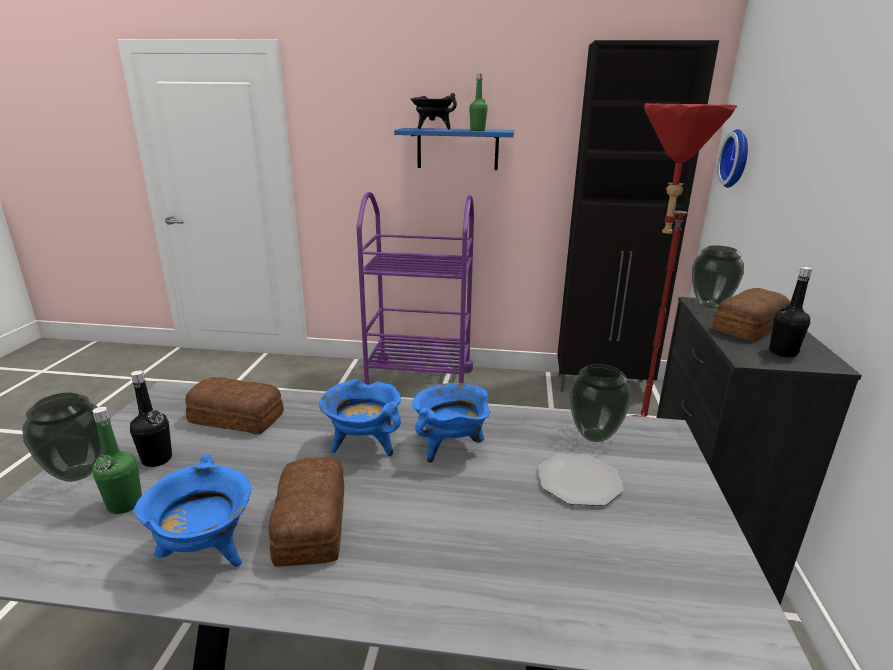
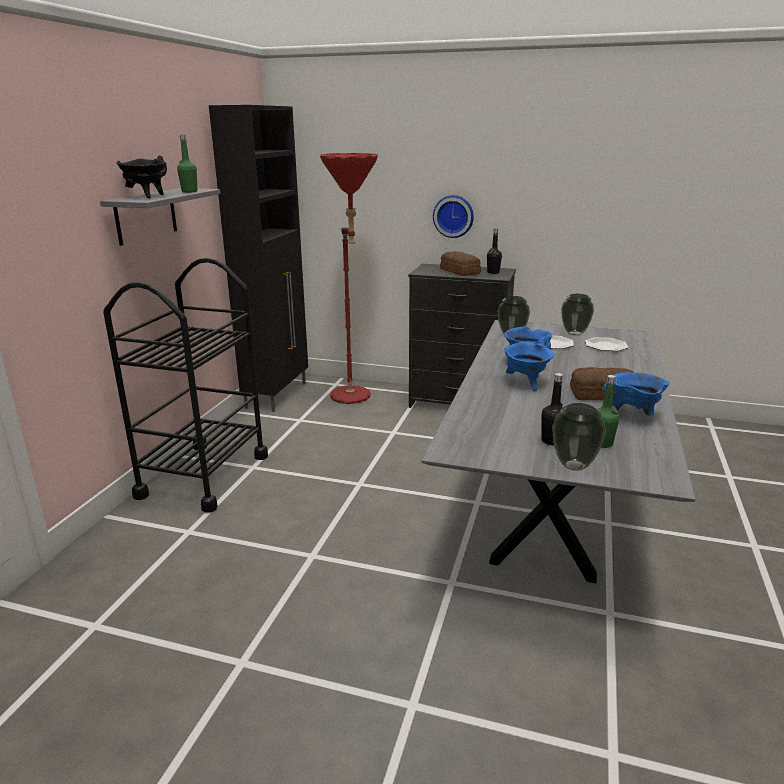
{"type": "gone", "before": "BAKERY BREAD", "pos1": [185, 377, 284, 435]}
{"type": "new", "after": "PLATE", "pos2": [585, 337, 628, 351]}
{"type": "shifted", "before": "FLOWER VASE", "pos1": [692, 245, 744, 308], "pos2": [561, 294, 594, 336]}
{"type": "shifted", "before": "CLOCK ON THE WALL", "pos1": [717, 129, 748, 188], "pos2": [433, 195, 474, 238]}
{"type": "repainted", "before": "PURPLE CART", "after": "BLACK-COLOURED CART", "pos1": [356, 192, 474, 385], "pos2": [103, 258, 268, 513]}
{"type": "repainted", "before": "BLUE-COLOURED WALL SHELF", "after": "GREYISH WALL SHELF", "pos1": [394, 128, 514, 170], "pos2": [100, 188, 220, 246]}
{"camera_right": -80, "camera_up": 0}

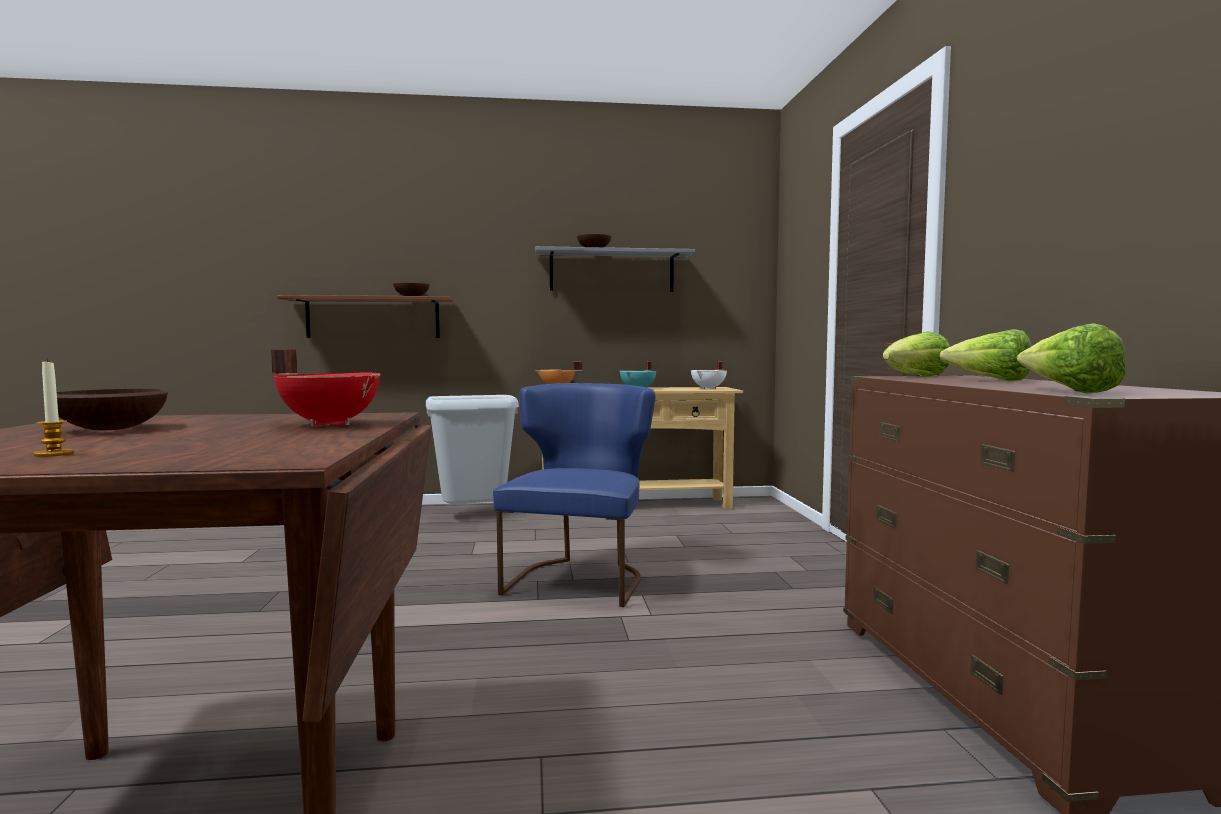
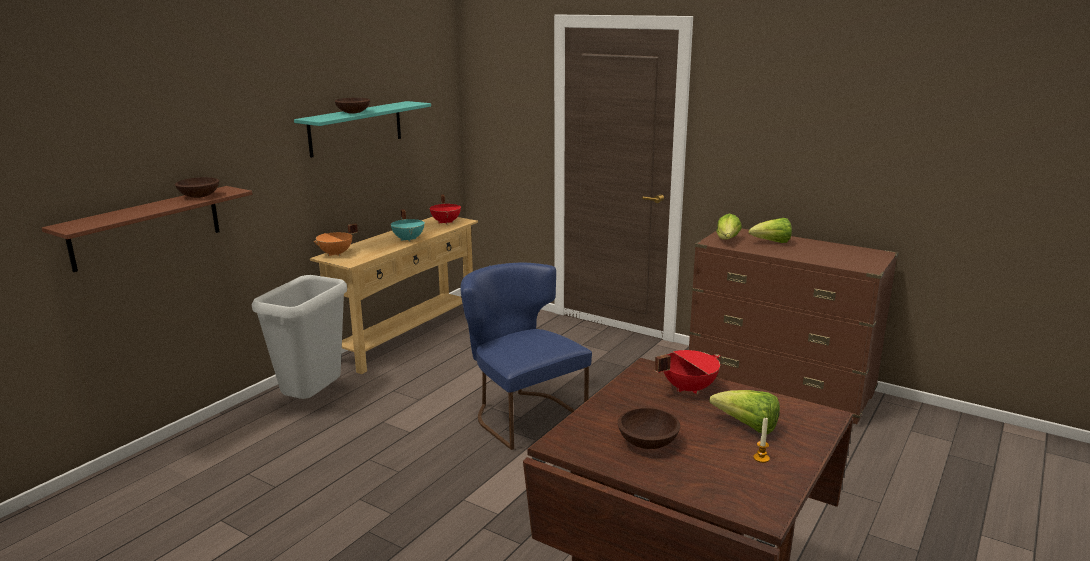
{"type": "shifted", "before": "LETTUCE HEAD", "pos1": [1017, 323, 1126, 393], "pos2": [709, 390, 780, 434]}
{"type": "repainted", "before": "GREYISH WALL SHELF", "after": "TURQUOISE WALL SHELF", "pos1": [535, 246, 695, 292], "pos2": [294, 101, 431, 158]}
{"type": "repainted", "before": "WHITE-COLOURED COOKING POT", "after": "REDDISH COOKING POT", "pos1": [691, 361, 727, 389], "pos2": [429, 195, 461, 225]}
{"camera_right": -50, "camera_up": 15}

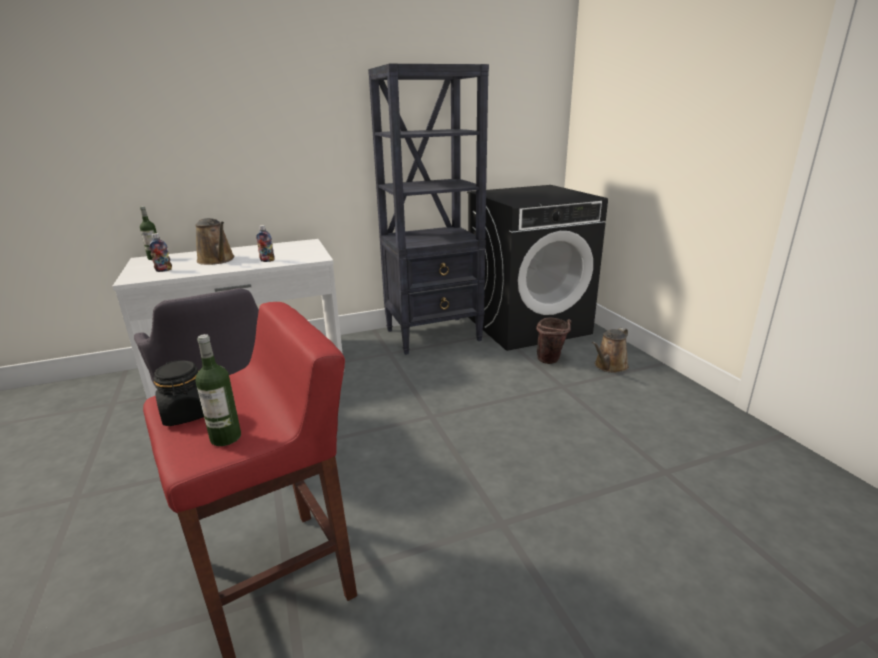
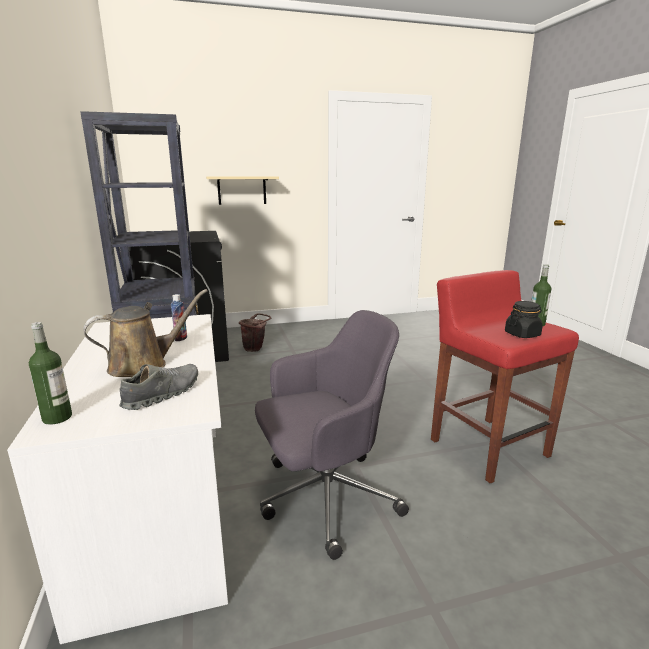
{"type": "gone", "before": "BROWNISH SPRINKLING CAN", "pos1": [592, 328, 629, 373]}
{"type": "new", "after": "BEIGE WALL SHELF", "pos2": [206, 176, 279, 205]}
{"type": "swapped", "before": "DRINK BOTTLE", "after": "GREYISH SHOE", "pos1": [149, 233, 172, 272], "pos2": [119, 364, 198, 410]}
{"camera_right": -85, "camera_up": -5}

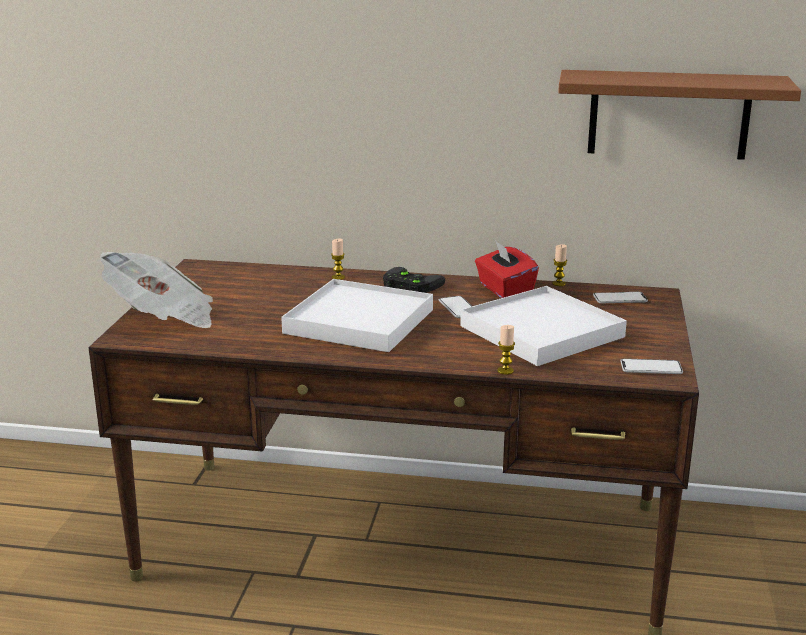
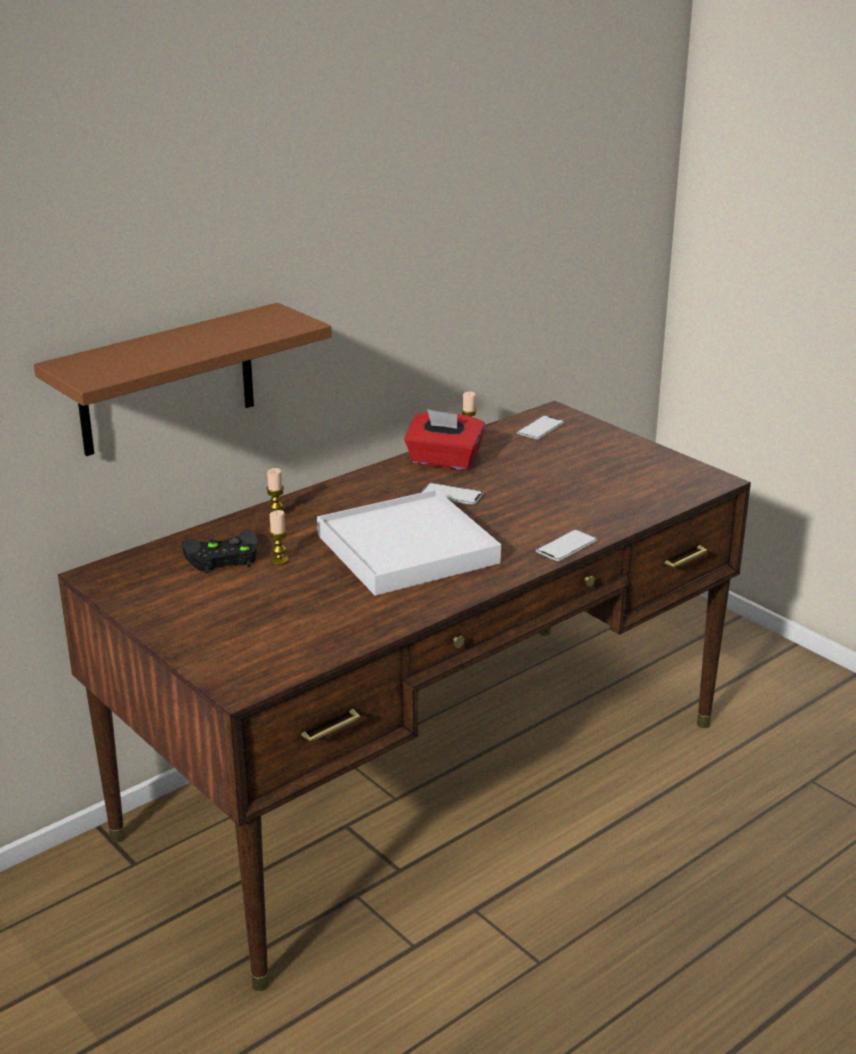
{"type": "gone", "before": "PRINTED PAPER", "pos1": [100, 252, 213, 328]}
{"type": "gone", "before": "WHITE-COLOURED TRAY", "pos1": [460, 286, 627, 366]}
{"type": "shifted", "before": "BLACK-COLOURED GAME CONTROLLER", "pos1": [383, 267, 445, 293], "pos2": [182, 530, 258, 573]}
{"type": "shifted", "before": "CANDLE", "pos1": [497, 325, 515, 375], "pos2": [269, 510, 288, 565]}
{"type": "shifted", "before": "BROWNISH WALL SHELF", "pos1": [558, 70, 801, 160], "pos2": [34, 303, 332, 456]}
{"type": "shifted", "before": "TELEPHONE", "pos1": [620, 358, 683, 374], "pos2": [536, 529, 598, 561]}
{"camera_right": -50, "camera_up": 5}

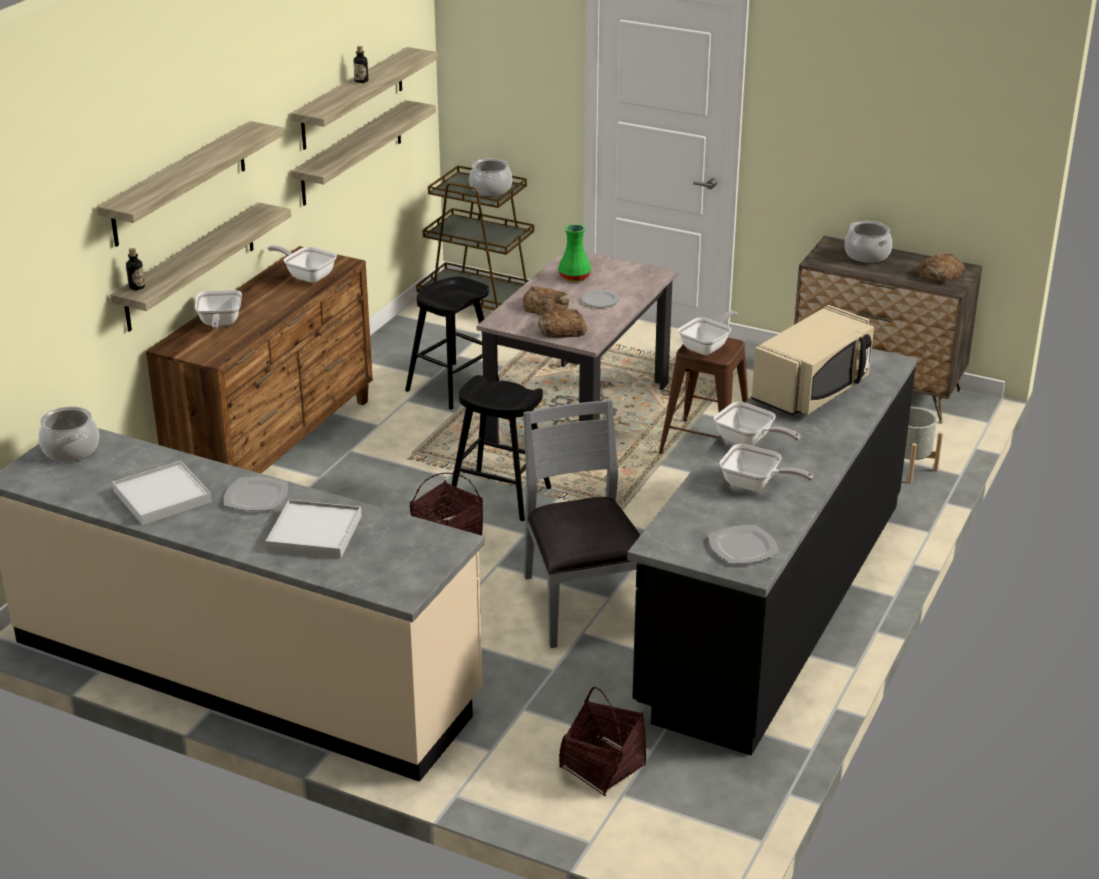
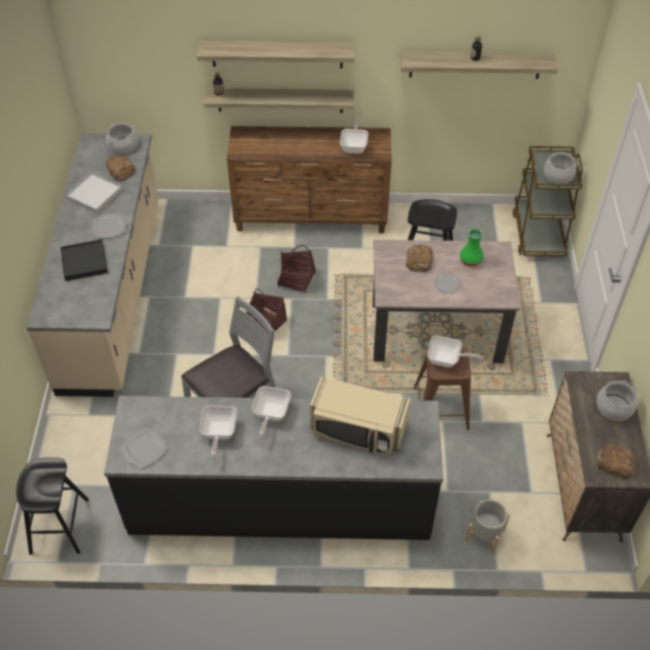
{"type": "gone", "before": "FRYING PAN", "pos1": [195, 290, 242, 329]}
{"type": "gone", "before": "WALL SHELF", "pos1": [291, 100, 436, 206]}
{"type": "shifted", "before": "BLACK-COLOURED SITTING STOOL", "pos1": [451, 375, 551, 521], "pos2": [16, 458, 89, 555]}
{"type": "shifted", "before": "BAKERY BREAD", "pos1": [538, 309, 587, 338], "pos2": [106, 154, 135, 181]}
{"type": "shifted", "before": "BASKET", "pos1": [559, 687, 647, 796], "pos2": [277, 245, 316, 293]}
{"type": "repainted", "before": "WHITE-COLOURED TRAY", "after": "BLACK-COLOURED TRAY", "pos1": [265, 500, 362, 559], "pos2": [60, 239, 108, 281]}
{"camera_right": 65, "camera_up": 20}

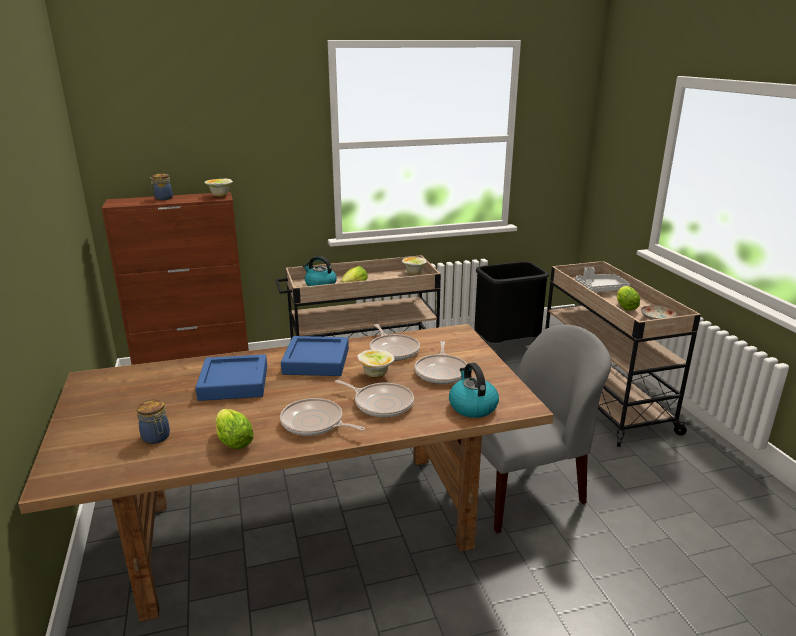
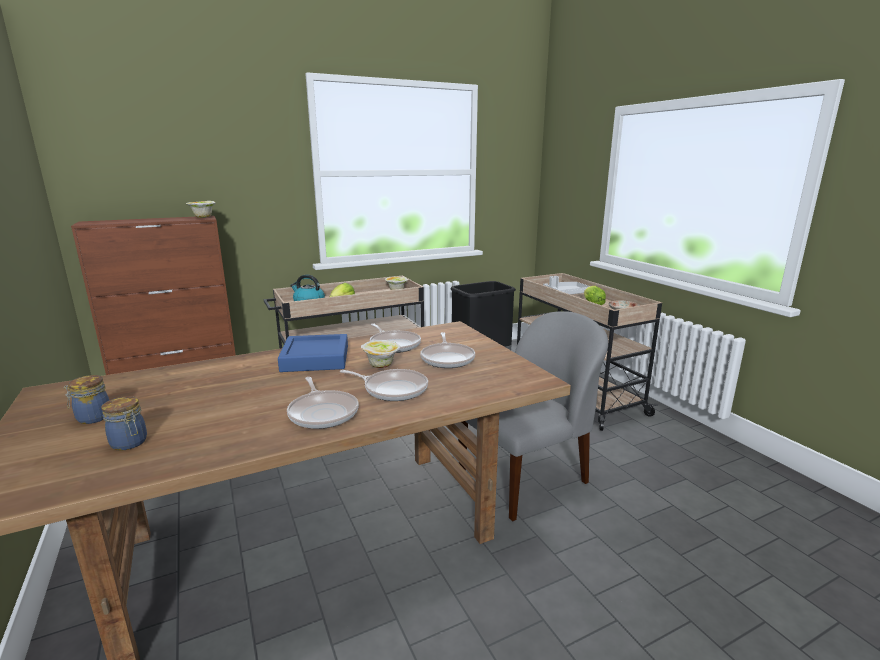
{"type": "gone", "before": "BLUE-COLOURED TRAY", "pos1": [196, 354, 267, 401]}
{"type": "gone", "before": "LETTUCE HEAD", "pos1": [215, 409, 254, 449]}
{"type": "gone", "before": "TEA KETTLE", "pos1": [449, 363, 499, 418]}
{"type": "shifted", "before": "STORAGE JAR", "pos1": [150, 174, 173, 200], "pos2": [64, 375, 109, 424]}
{"type": "rotated", "before": "FRYING PAN", "pos1": [280, 398, 365, 436], "pos2": [287, 377, 359, 429], "turn": -135}
{"camera_right": -10, "camera_up": -5}

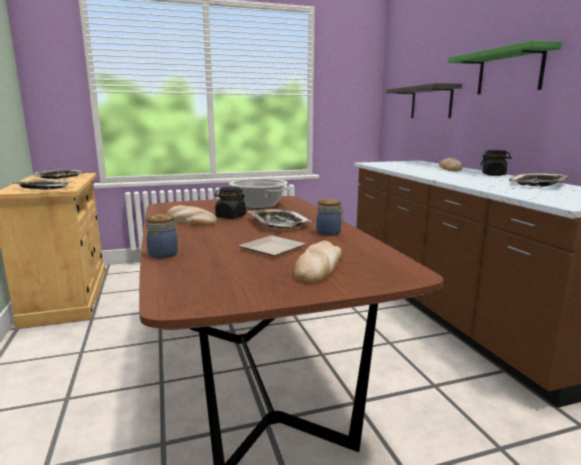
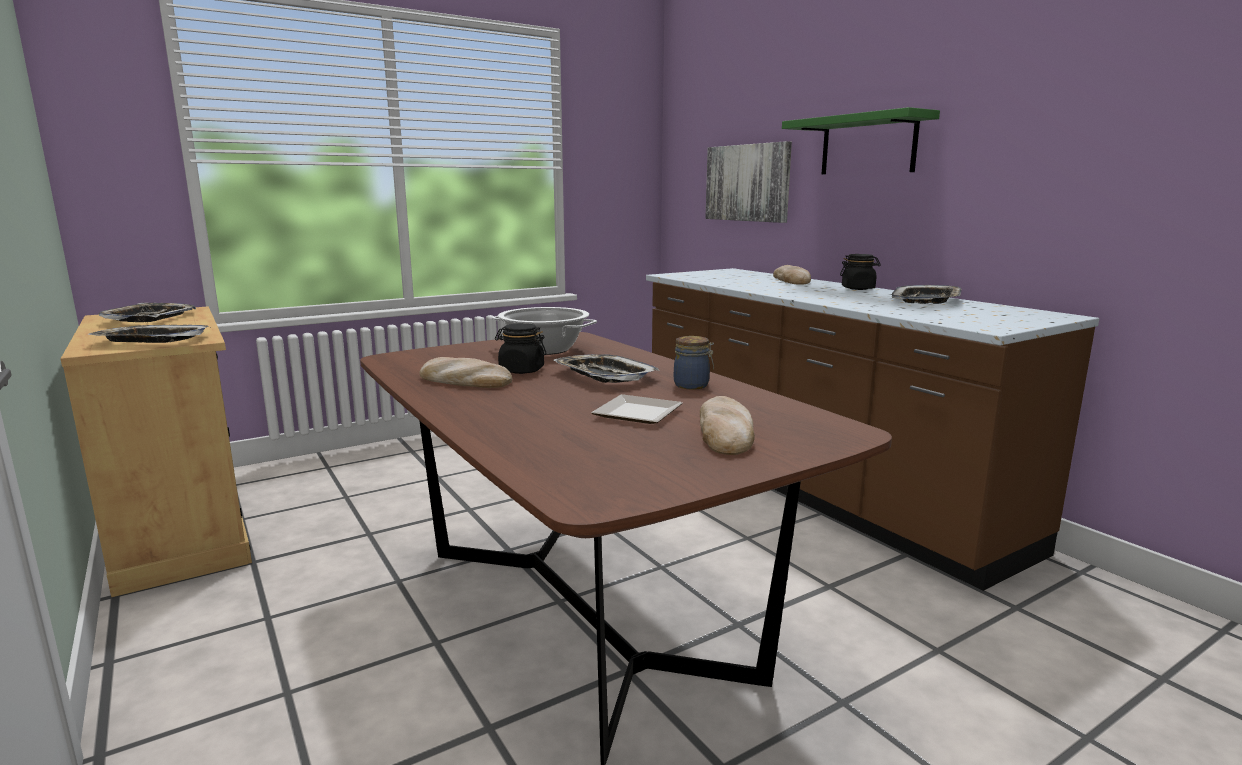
{"type": "gone", "before": "STORAGE JAR", "pos1": [146, 214, 178, 259]}
{"type": "swapped", "before": "WALL SHELF", "after": "WALL PICTURE", "pos1": [387, 83, 462, 118], "pos2": [705, 141, 792, 223]}
{"camera_right": -15, "camera_up": 0}

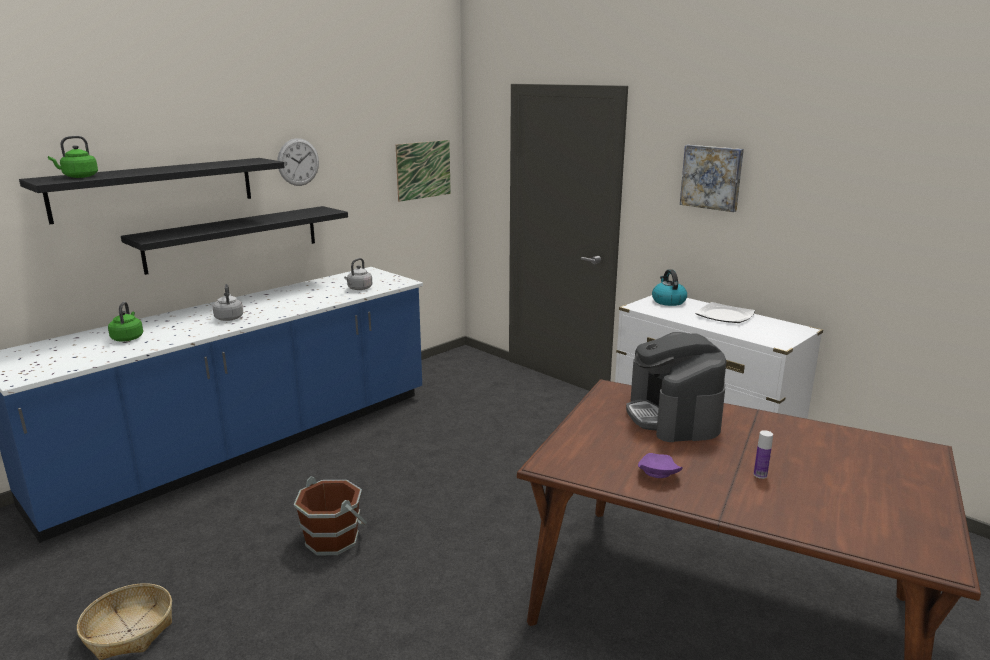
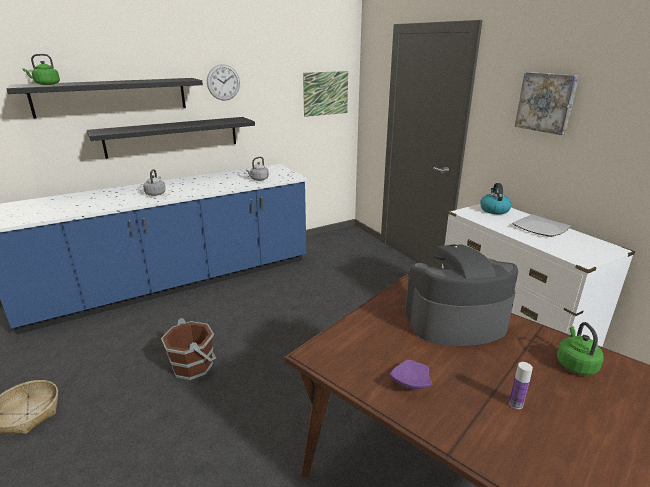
{"type": "shifted", "before": "GREEN TEA KETTLE", "pos1": [108, 302, 143, 341], "pos2": [557, 322, 604, 375]}
{"type": "rotated", "before": "COFFEE MAKER", "pos1": [626, 332, 726, 442], "pos2": [405, 245, 518, 346], "turn": 75}
{"camera_right": 15, "camera_up": 5}

